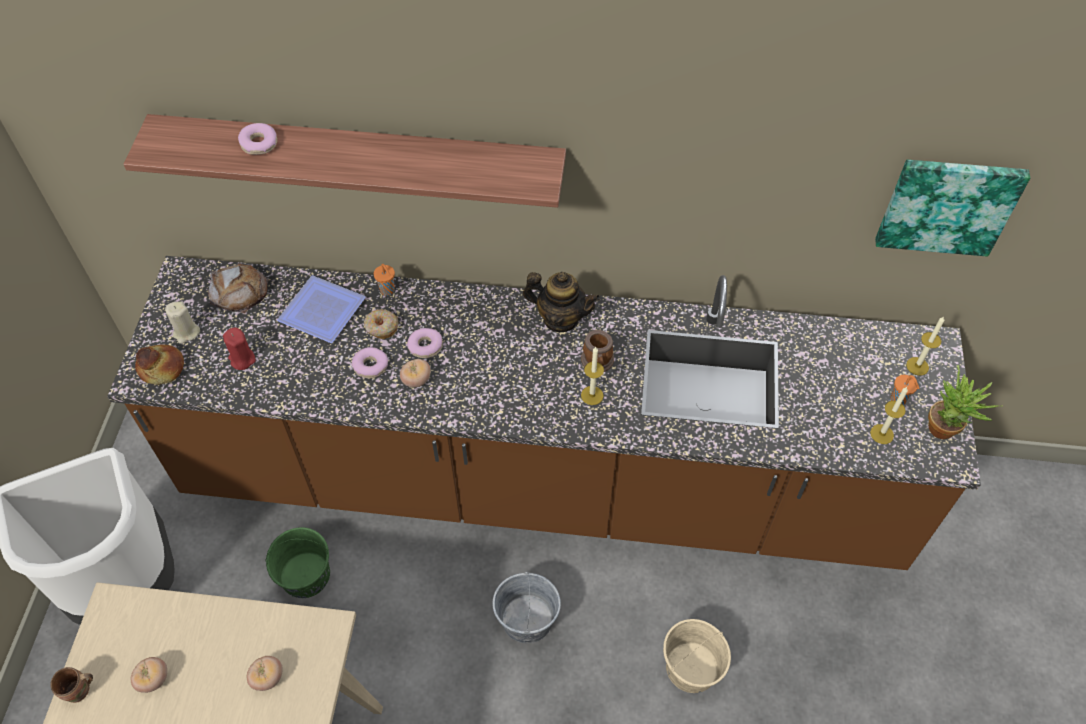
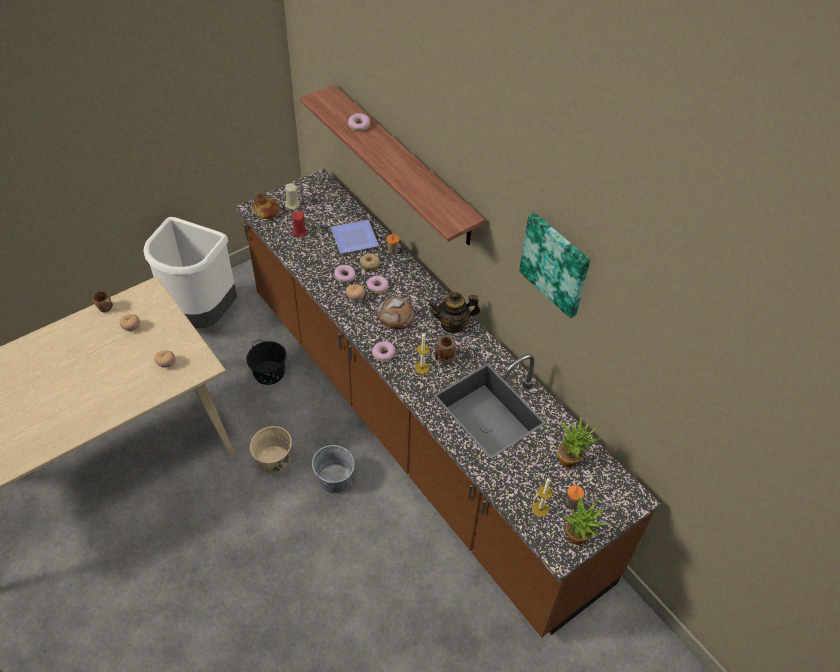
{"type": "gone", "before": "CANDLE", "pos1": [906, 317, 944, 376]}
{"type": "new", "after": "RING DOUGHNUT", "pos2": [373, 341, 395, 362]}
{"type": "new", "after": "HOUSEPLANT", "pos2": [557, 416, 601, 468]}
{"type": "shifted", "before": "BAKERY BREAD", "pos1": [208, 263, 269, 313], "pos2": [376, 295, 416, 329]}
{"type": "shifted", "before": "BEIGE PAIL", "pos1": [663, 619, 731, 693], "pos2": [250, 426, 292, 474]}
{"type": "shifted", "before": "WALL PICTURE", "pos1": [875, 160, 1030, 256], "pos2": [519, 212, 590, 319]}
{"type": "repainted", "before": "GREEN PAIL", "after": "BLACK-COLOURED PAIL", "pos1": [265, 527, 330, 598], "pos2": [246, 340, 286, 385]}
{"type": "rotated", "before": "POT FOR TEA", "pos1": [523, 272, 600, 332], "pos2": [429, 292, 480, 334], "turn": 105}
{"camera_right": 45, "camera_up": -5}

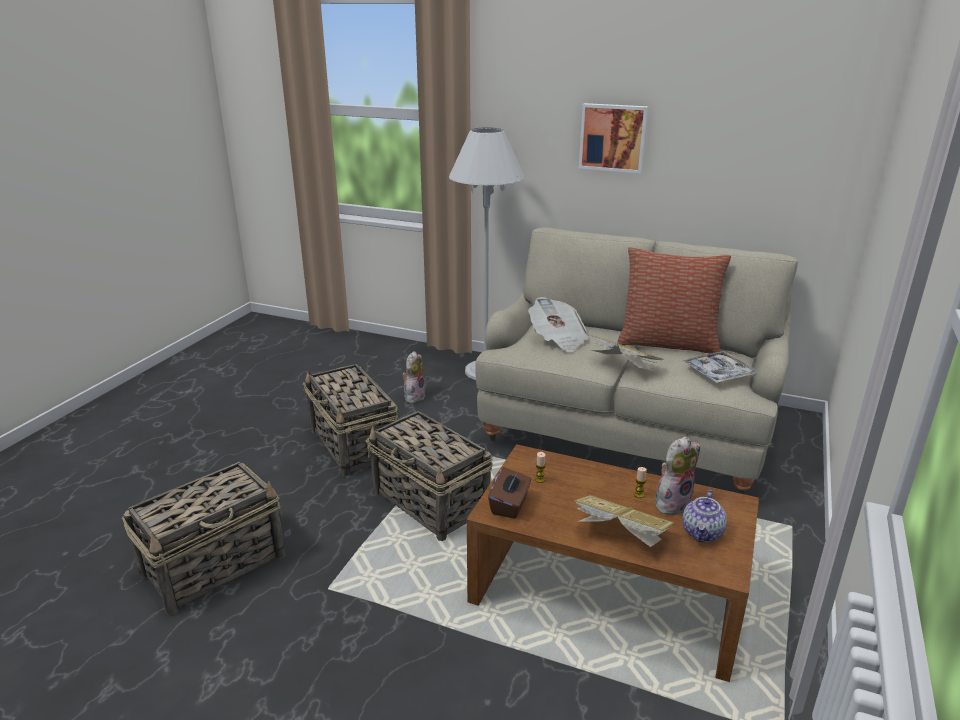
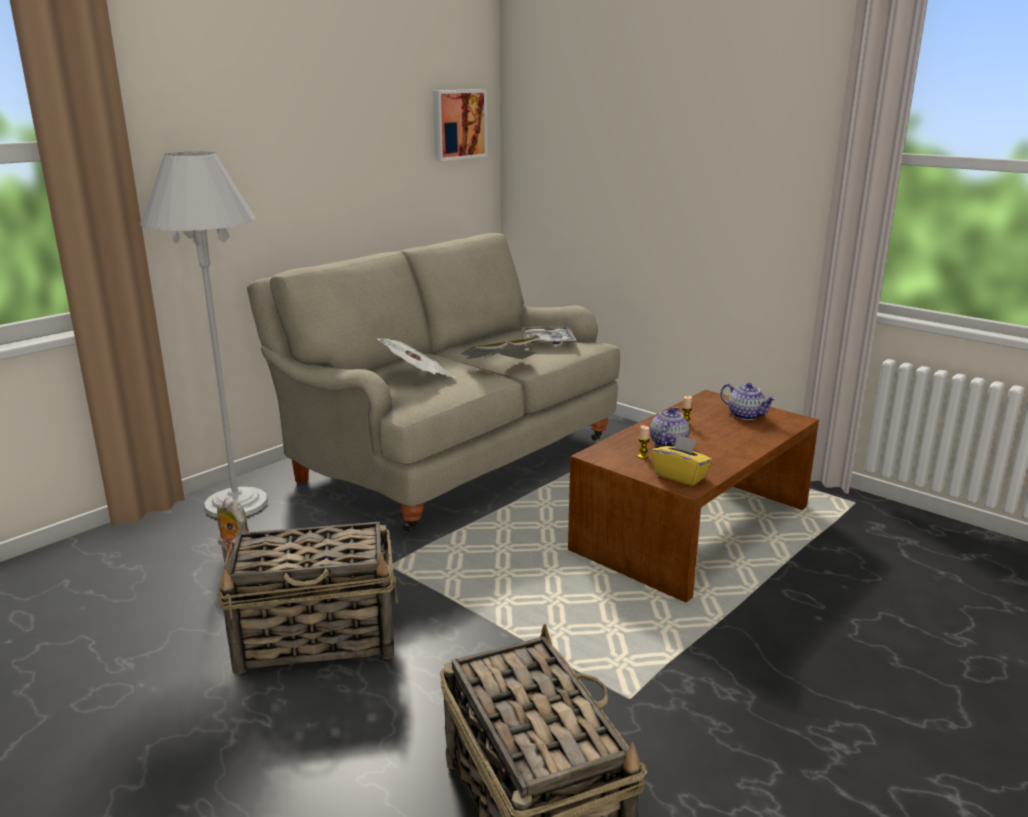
{"type": "gone", "before": "BASKET", "pos1": [366, 411, 493, 541]}
{"type": "gone", "before": "BOUND BOOK", "pos1": [574, 495, 674, 547]}
{"type": "gone", "before": "PILLOW", "pos1": [617, 247, 731, 354]}
{"type": "gone", "before": "SOFT TOY", "pos1": [655, 436, 700, 515]}
{"type": "new", "after": "POT FOR TEA", "pos2": [650, 407, 689, 447]}
{"type": "shifted", "before": "WALL PICTURE", "pos1": [579, 103, 648, 173], "pos2": [433, 89, 487, 161]}
{"type": "repainted", "before": "BROWNISH BOX OF TISSUES", "after": "YELLOW-COLOURED BOX OF TISSUES", "pos1": [488, 467, 531, 519], "pos2": [652, 435, 712, 486]}
{"camera_right": -70, "camera_up": -5}

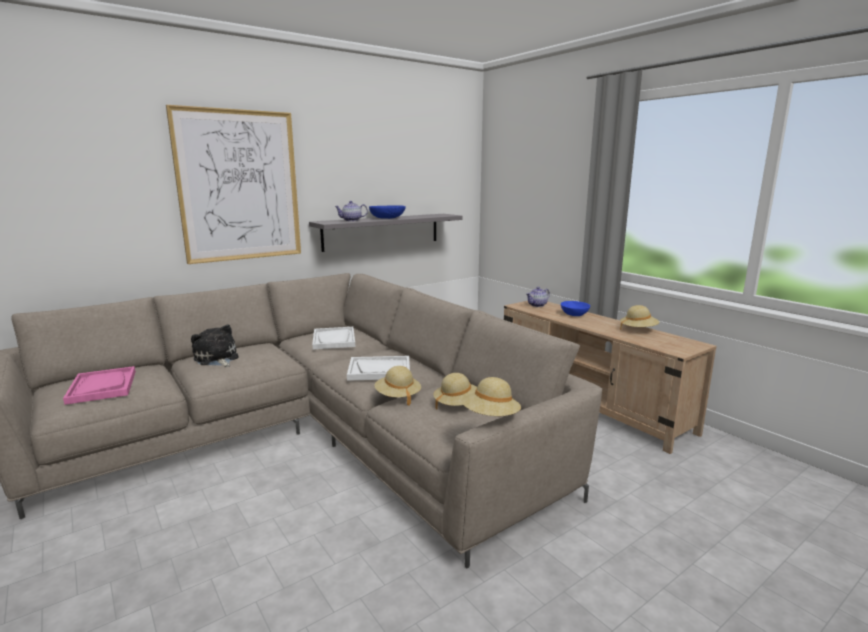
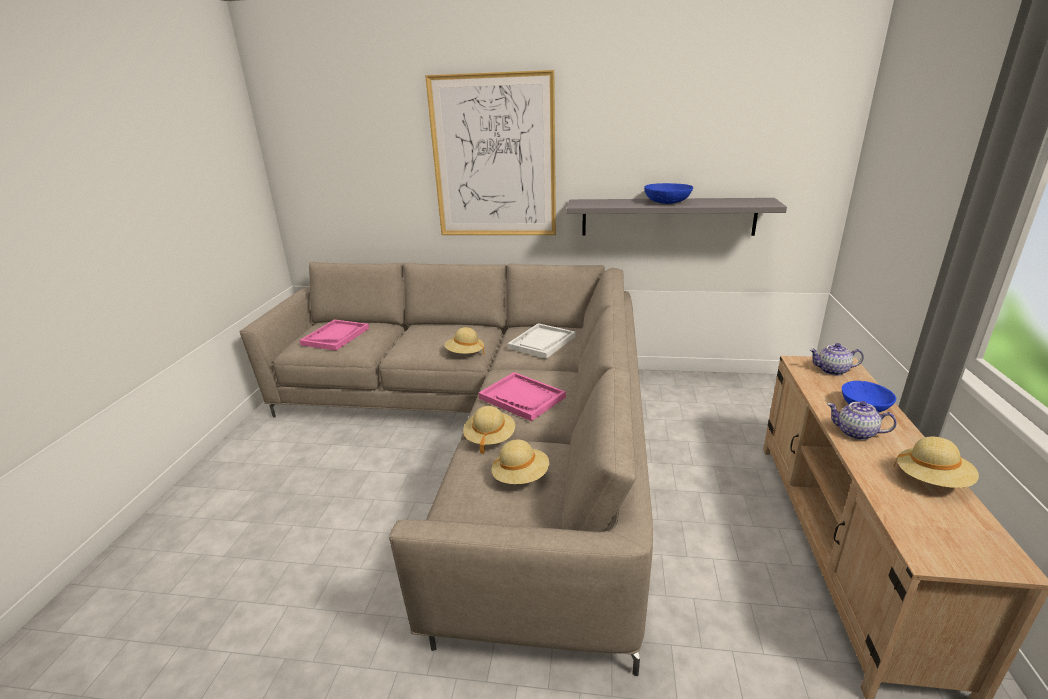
{"type": "gone", "before": "SOFT TOY", "pos1": [191, 325, 239, 367]}
{"type": "shifted", "before": "POT FOR TEA", "pos1": [335, 201, 368, 221], "pos2": [827, 401, 897, 440]}
{"type": "shifted", "before": "BEIGE CLOTHING HAT", "pos1": [461, 377, 521, 416], "pos2": [445, 327, 485, 355]}
{"type": "repainted", "before": "WHITE-COLOURED TRAY", "after": "PINKISH TRAY", "pos1": [347, 356, 410, 381], "pos2": [479, 372, 566, 421]}
{"camera_right": 45, "camera_up": 10}

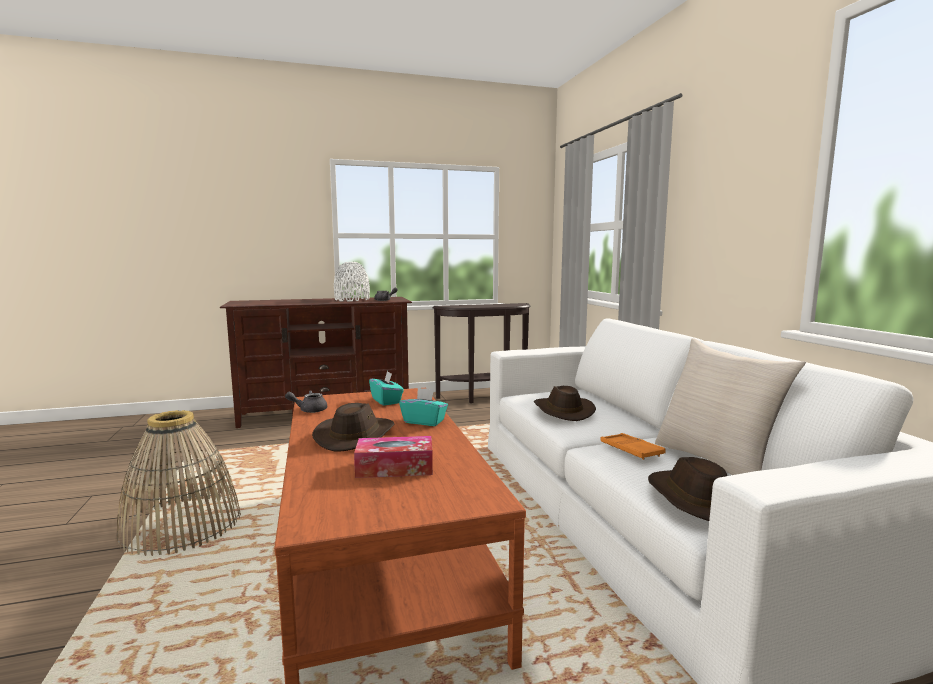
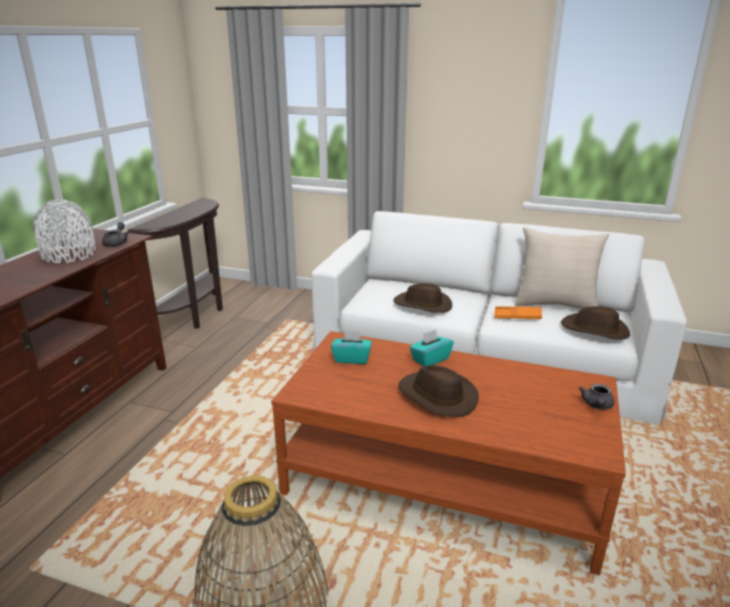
{"type": "gone", "before": "BOX OF TISSUES", "pos1": [354, 436, 433, 478]}
{"type": "shifted", "before": "GREYISH POT FOR TEA", "pos1": [285, 390, 327, 413], "pos2": [579, 384, 614, 410]}
{"camera_right": -55, "camera_up": 15}

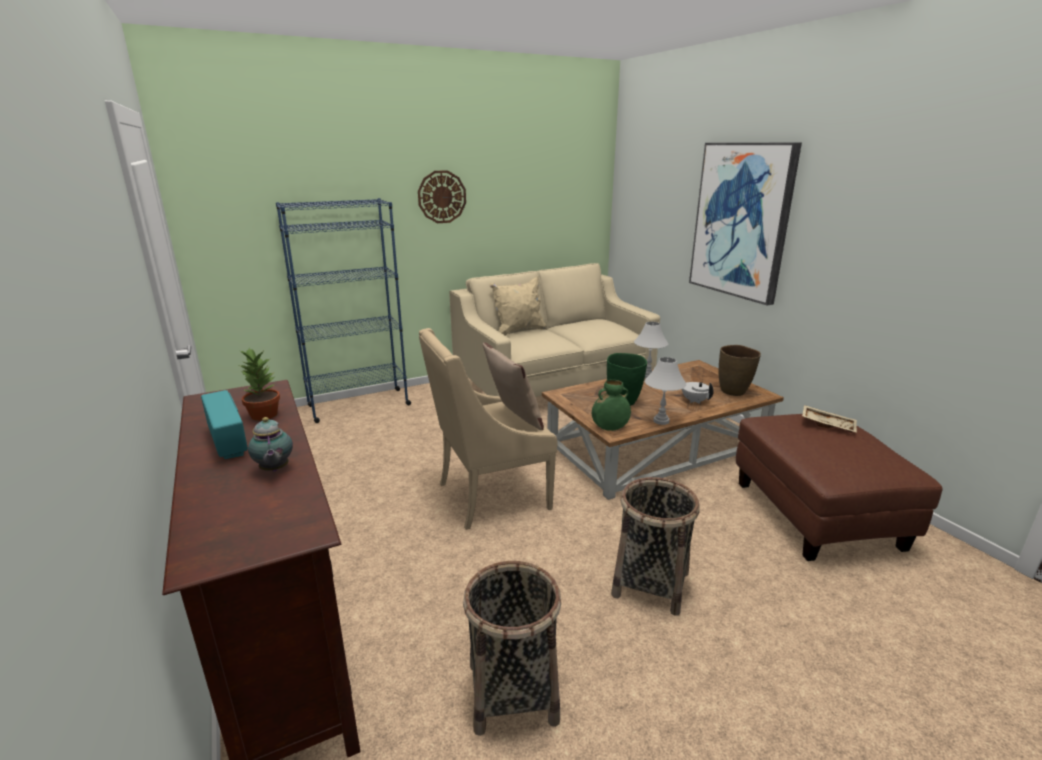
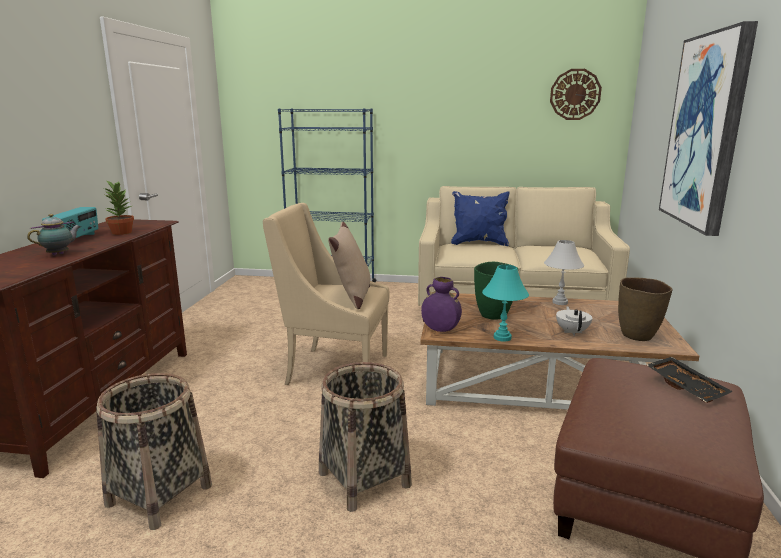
{"type": "shifted", "before": "CLOCK ON THE WALL", "pos1": [418, 170, 466, 223], "pos2": [550, 69, 602, 120]}
{"type": "repainted", "before": "BEIGE PILLOW", "after": "BLUE-COLOURED PILLOW", "pos1": [489, 277, 547, 336], "pos2": [451, 191, 510, 246]}
{"type": "repainted", "before": "GREEN FLOWER VASE", "after": "PURPLE FLOWER VASE", "pos1": [592, 379, 631, 431], "pos2": [421, 277, 462, 332]}
{"type": "repainted", "before": "WHITE-COLOURED LAMP FOR A TABLE", "after": "TURQUOISE LAMP FOR A TABLE", "pos1": [645, 357, 686, 425], "pos2": [482, 265, 529, 342]}
{"type": "repainted", "before": "BEIGE TRAY", "after": "BLACK-COLOURED TRAY", "pos1": [802, 405, 857, 433], "pos2": [647, 357, 733, 403]}
{"type": "rotated", "before": "POT FOR TEA", "pos1": [248, 417, 293, 471], "pos2": [27, 214, 81, 256], "turn": -150}
{"camera_right": 35, "camera_up": -5}

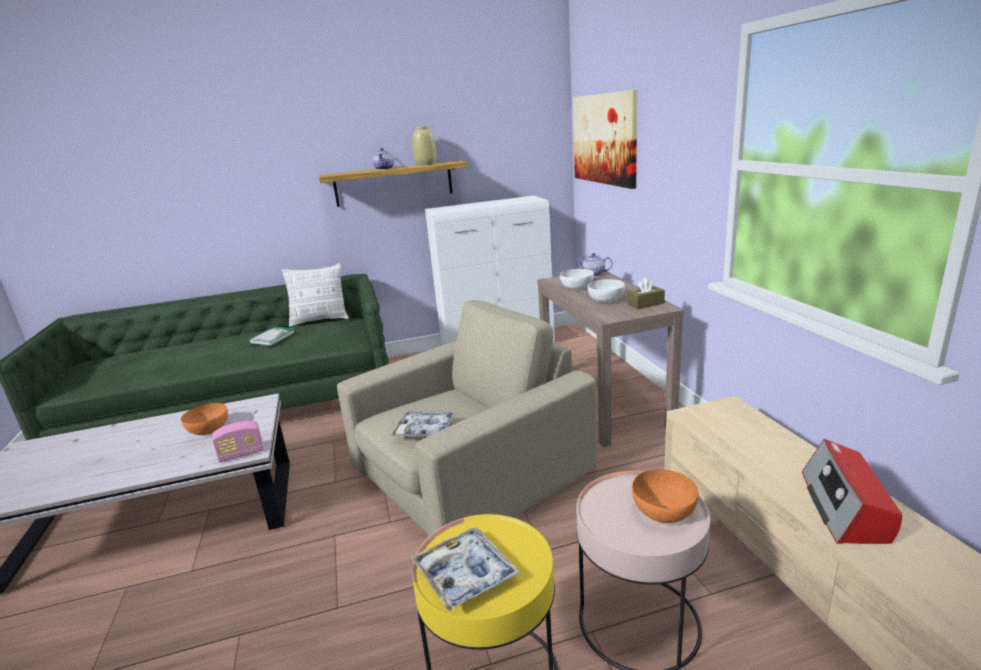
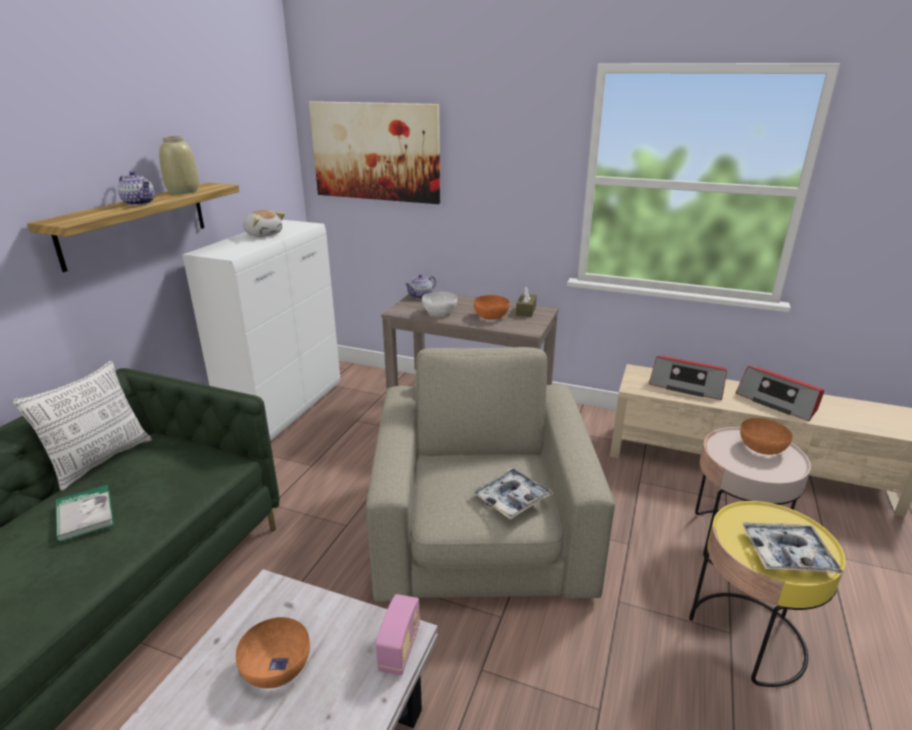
{"type": "new", "after": "SOFT TOY", "pos2": [243, 210, 285, 237]}
{"type": "new", "after": "RADIO", "pos2": [649, 356, 727, 400]}
{"type": "repainted", "before": "WHITE-COLOURED DEEP DISH", "after": "ORANGE DEEP DISH", "pos1": [587, 279, 625, 303], "pos2": [474, 295, 510, 320]}
{"camera_right": -55, "camera_up": 5}

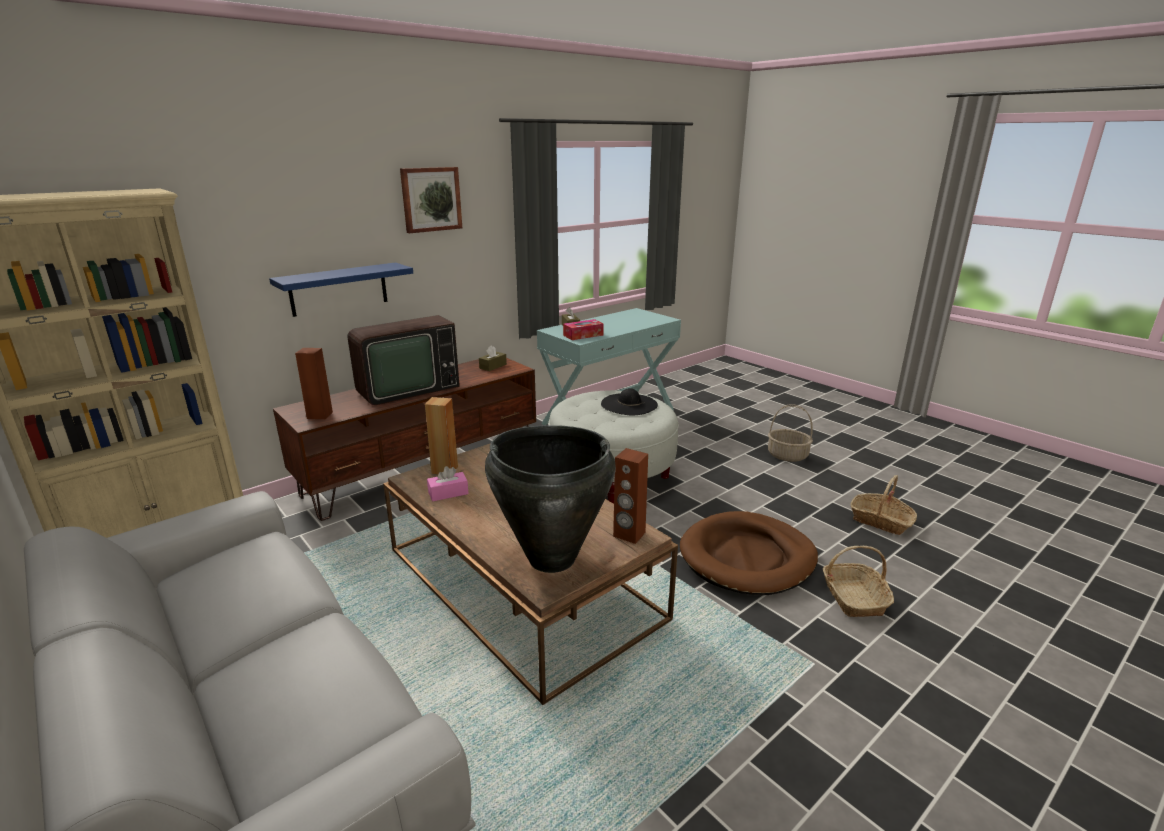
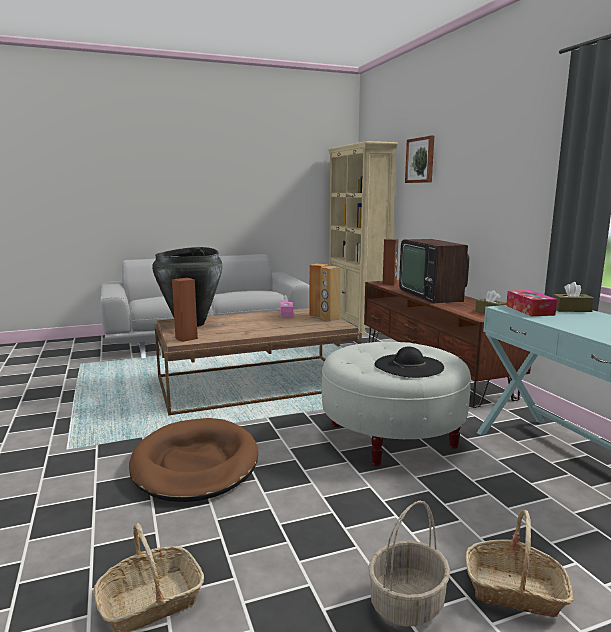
{"type": "gone", "before": "BLUE-COLOURED WALL SHELF", "pos1": [269, 263, 413, 317]}
{"type": "new", "after": "BROWNISH LOUDSPEAKER", "pos2": [320, 266, 340, 321]}
{"type": "shifted", "before": "WALL PICTURE", "pos1": [400, 167, 462, 233], "pos2": [405, 136, 434, 183]}
{"type": "shifted", "before": "BASKET", "pos1": [823, 546, 894, 617], "pos2": [466, 510, 574, 617]}
{"camera_right": 110, "camera_up": -10}

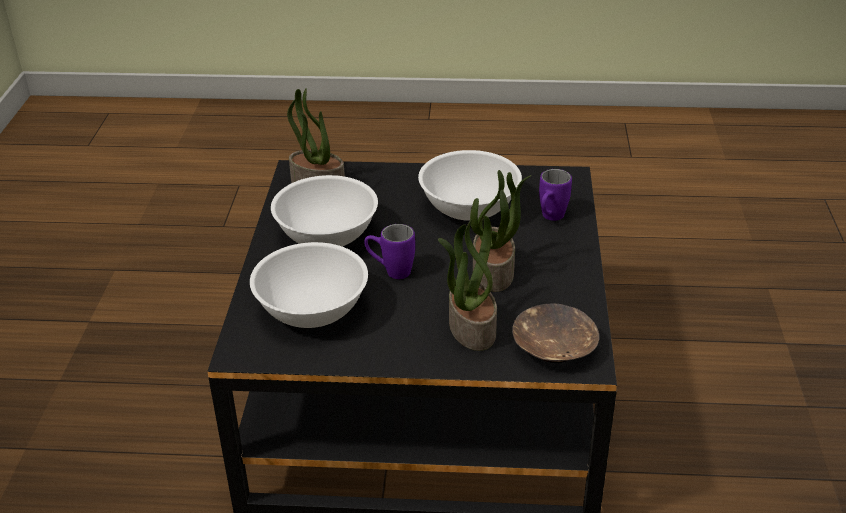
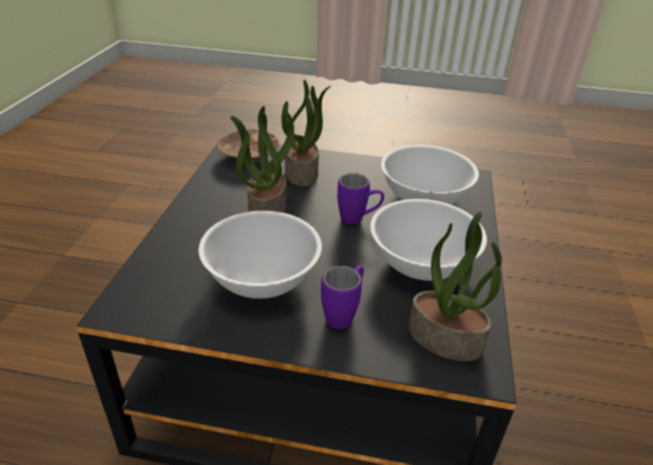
{"type": "shifted", "before": "PURPLE MUG", "pos1": [539, 169, 572, 221], "pos2": [321, 265, 364, 329]}
{"camera_right": -175, "camera_up": 0}

